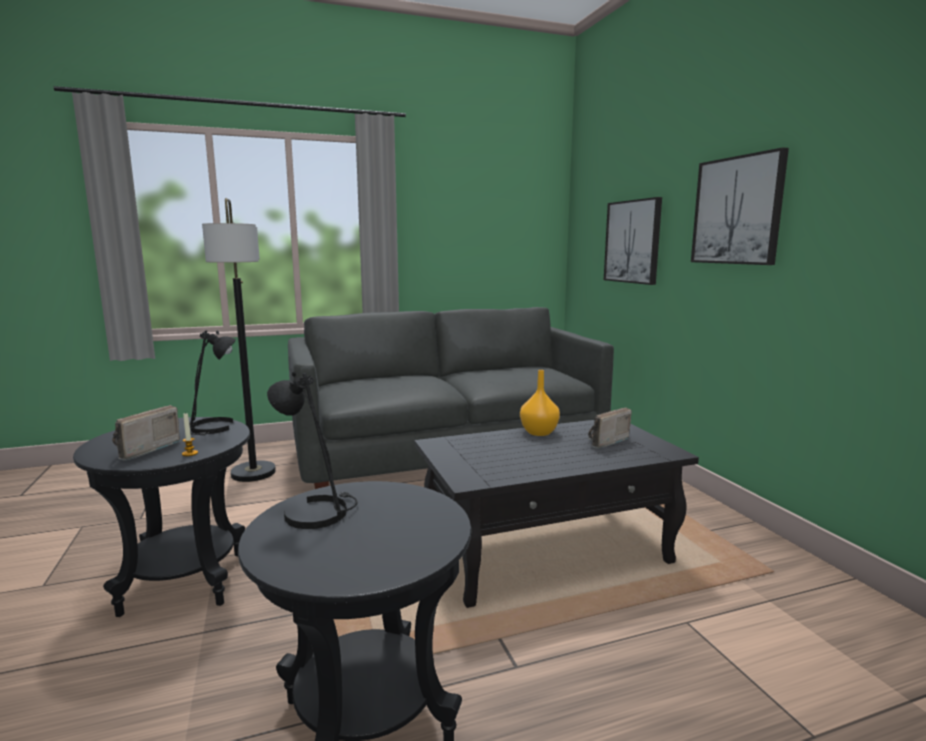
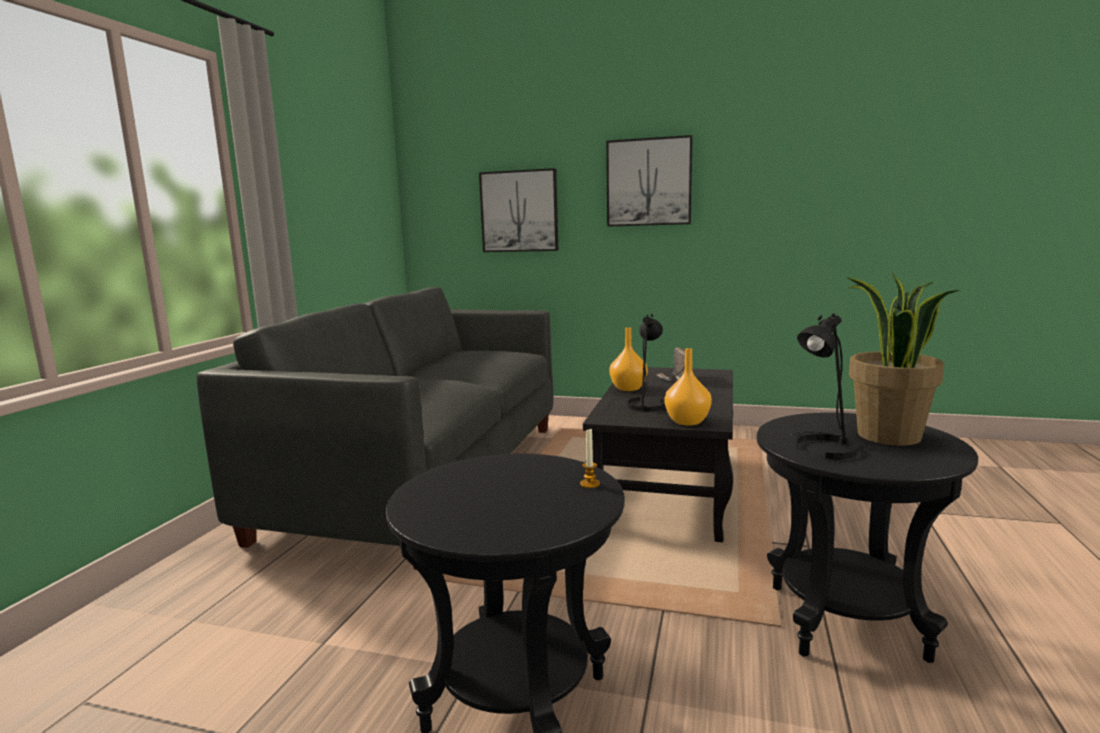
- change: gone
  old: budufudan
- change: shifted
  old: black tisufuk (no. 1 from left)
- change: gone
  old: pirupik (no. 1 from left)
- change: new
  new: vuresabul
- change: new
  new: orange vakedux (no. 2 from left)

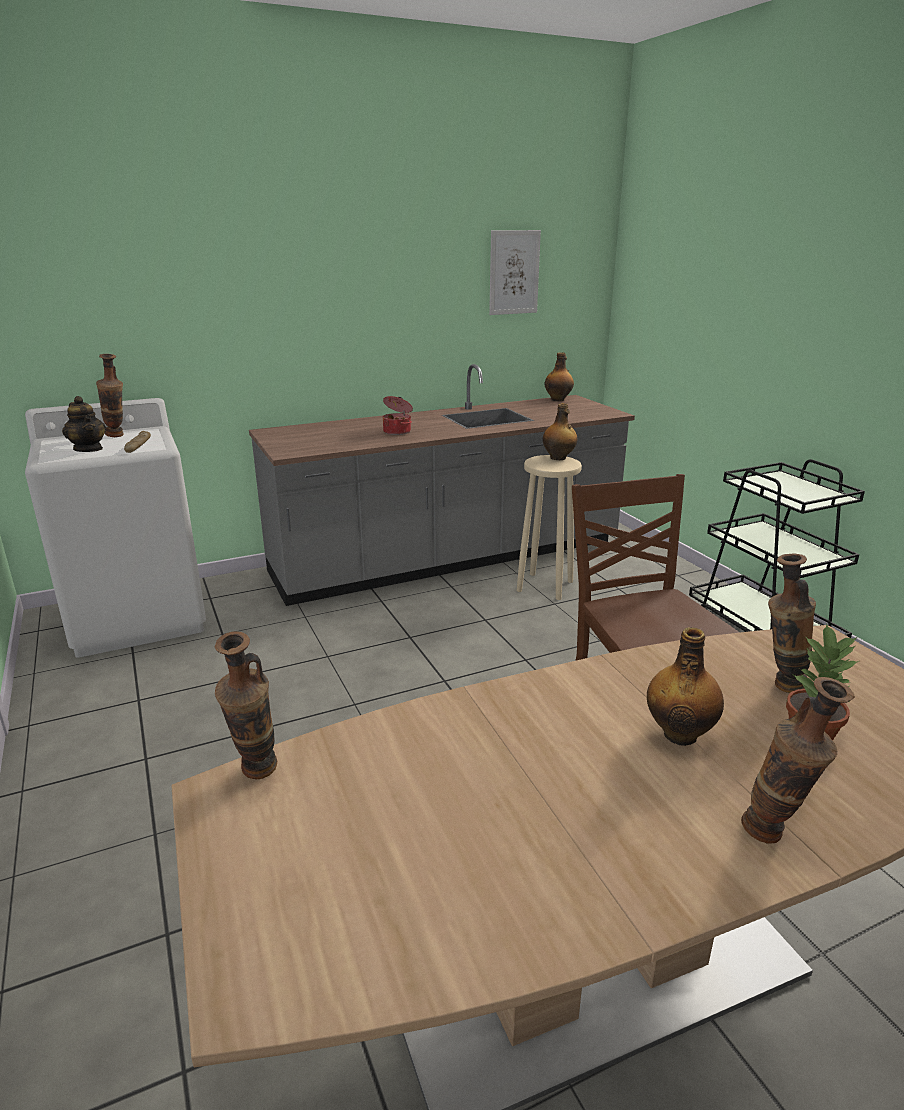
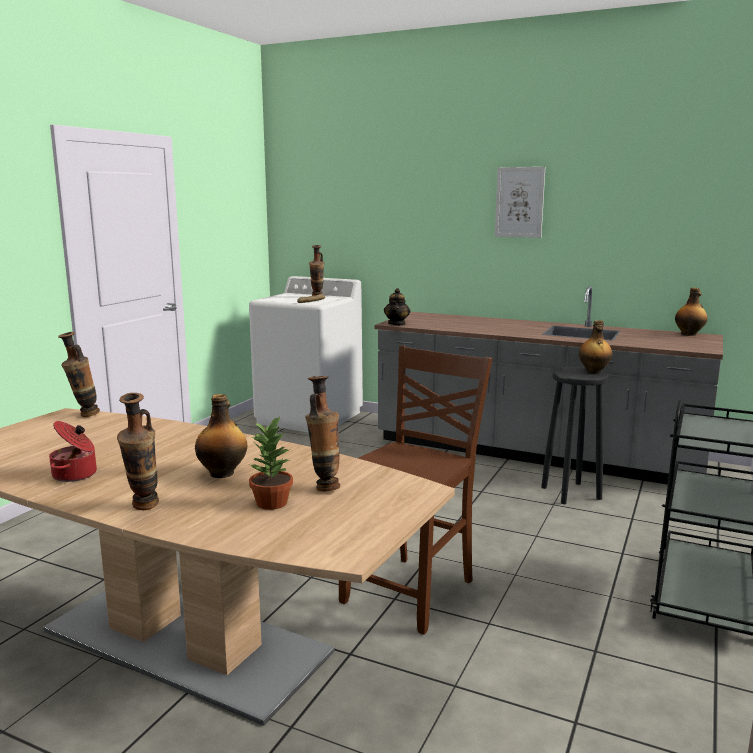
- change: shifted
  old: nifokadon
- change: shifted
  old: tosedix
- change: shifted
  old: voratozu
- change: repainted
  old: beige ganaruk
  new: black ganaruk

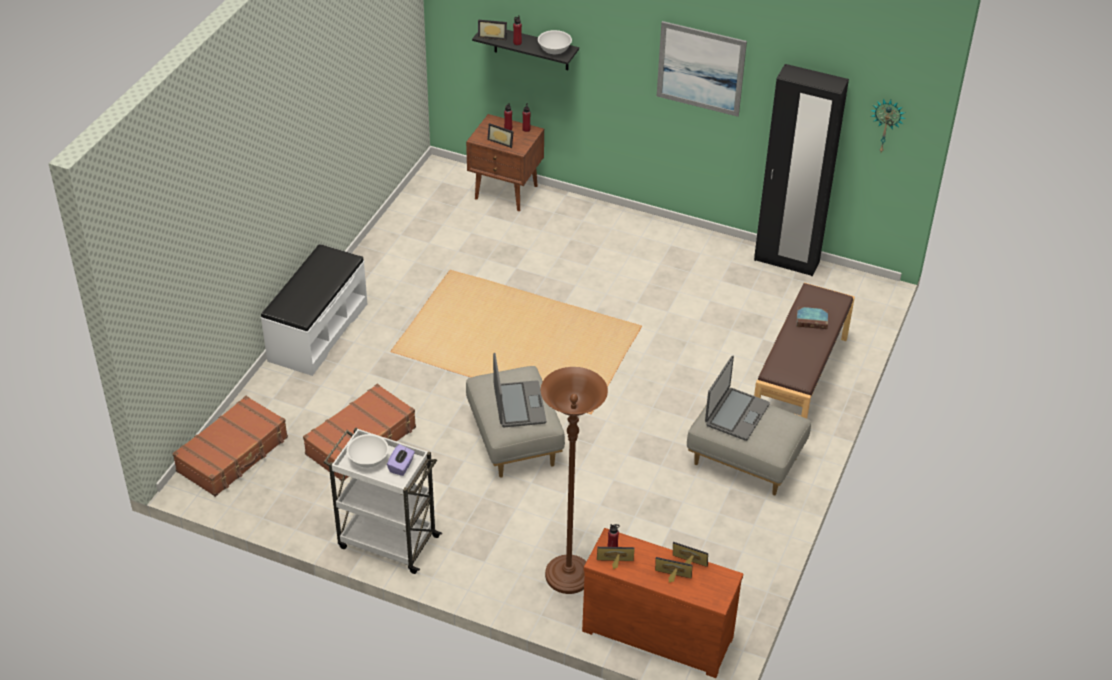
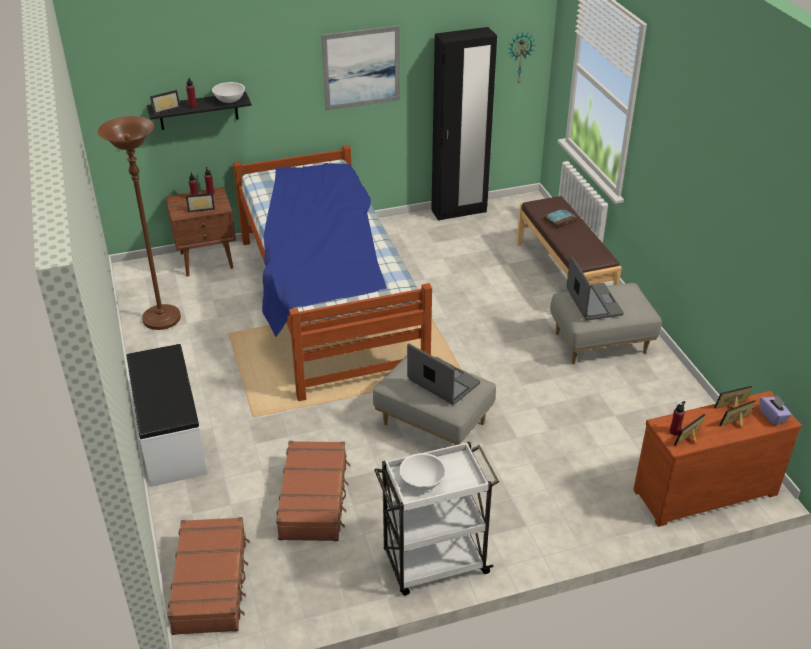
- change: shifted
  old: brown budufudan
- change: shifted
  old: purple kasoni
- change: new
  new: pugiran

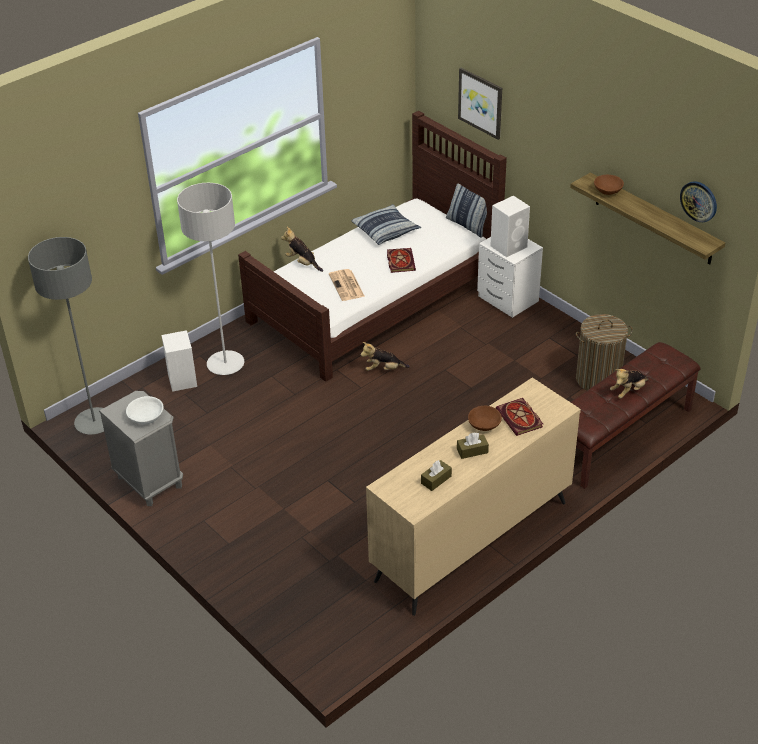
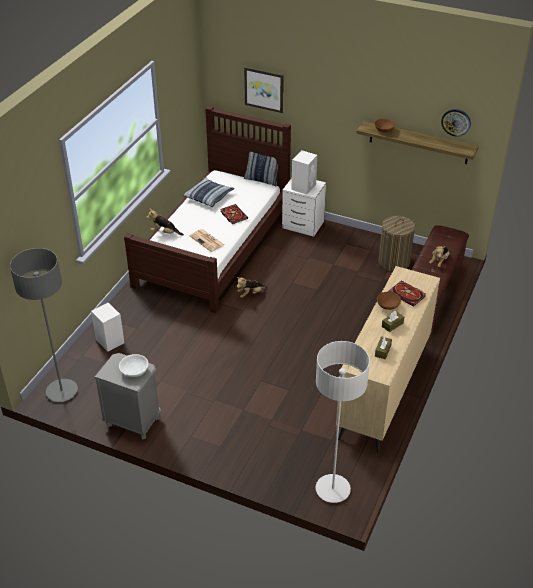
- change: shifted
  old: grey budufudan (no. 2 from left)

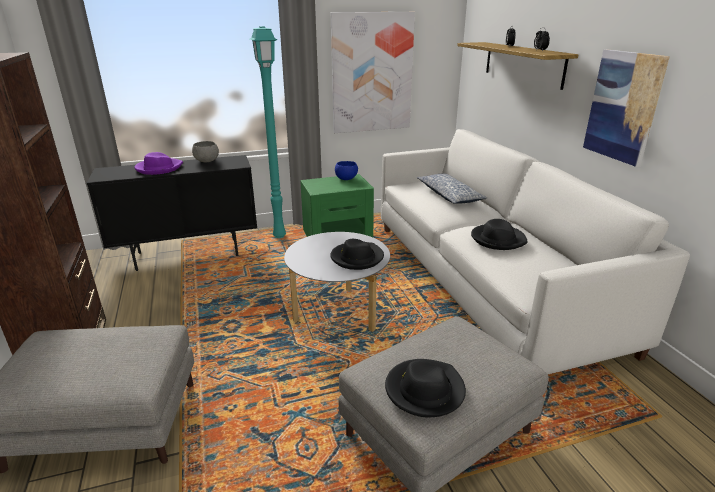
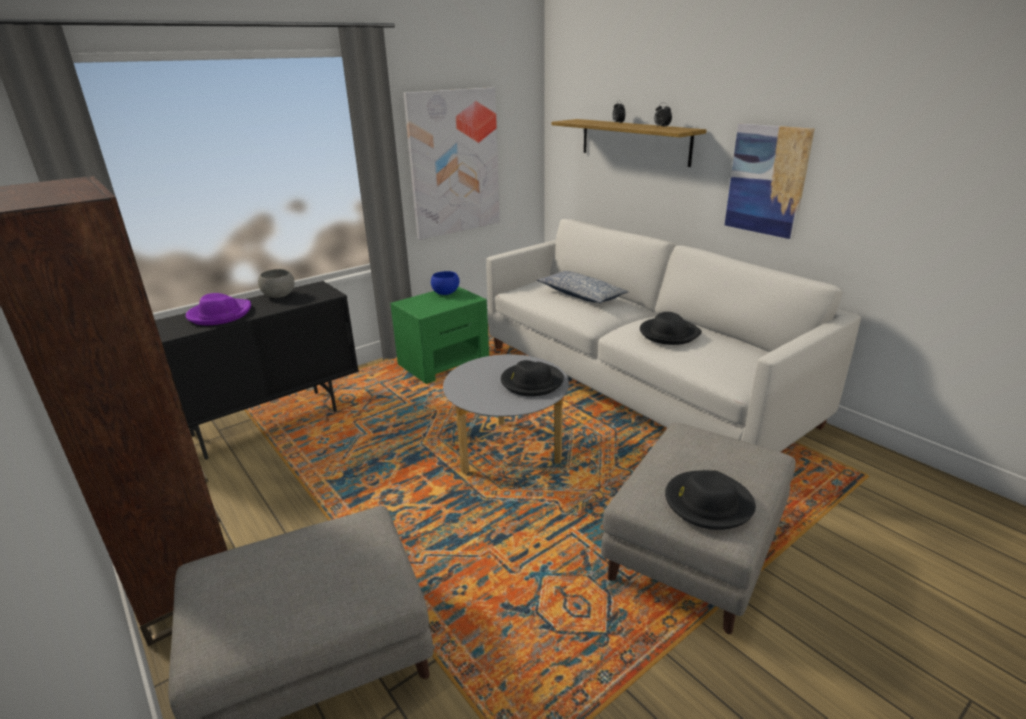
- change: gone
  old: turquoise budufudan

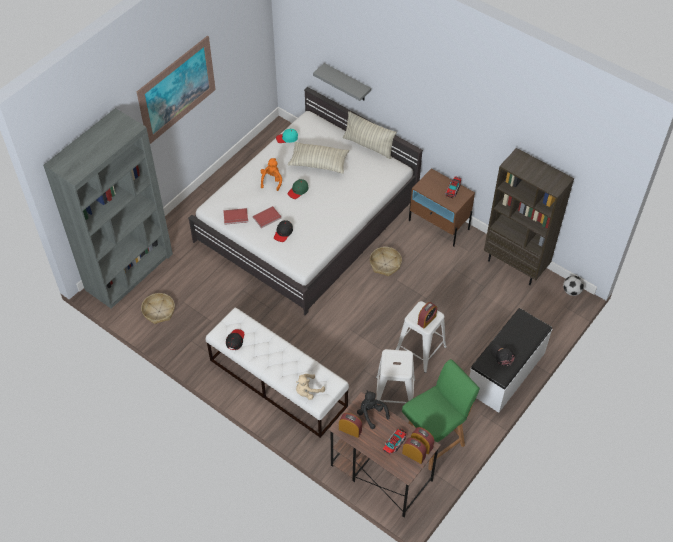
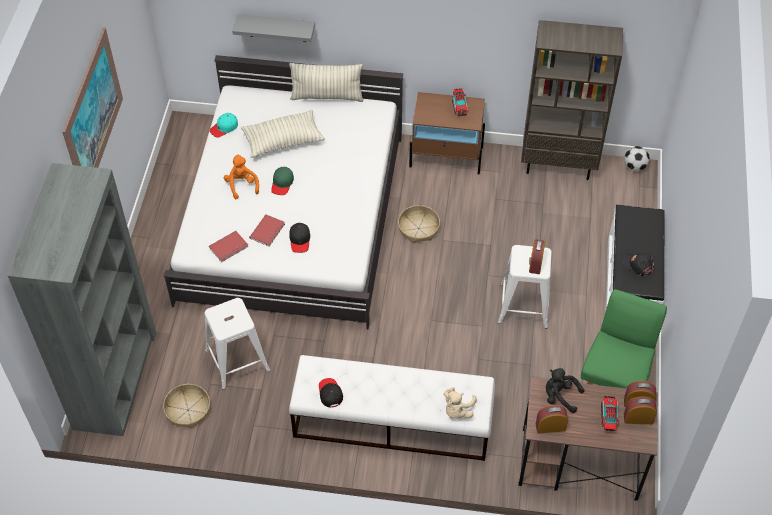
- change: shifted
  old: white ganaruk (no. 1 from left)

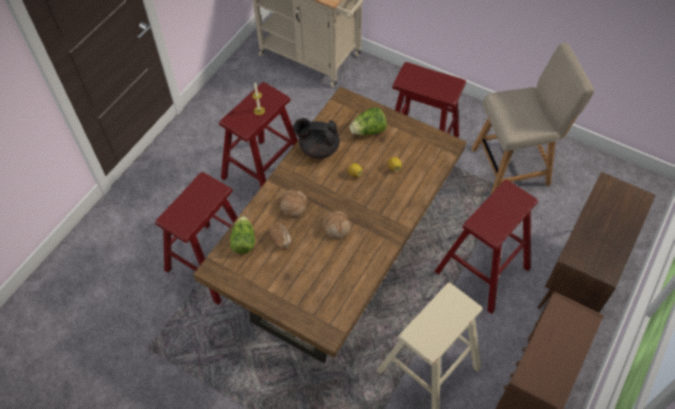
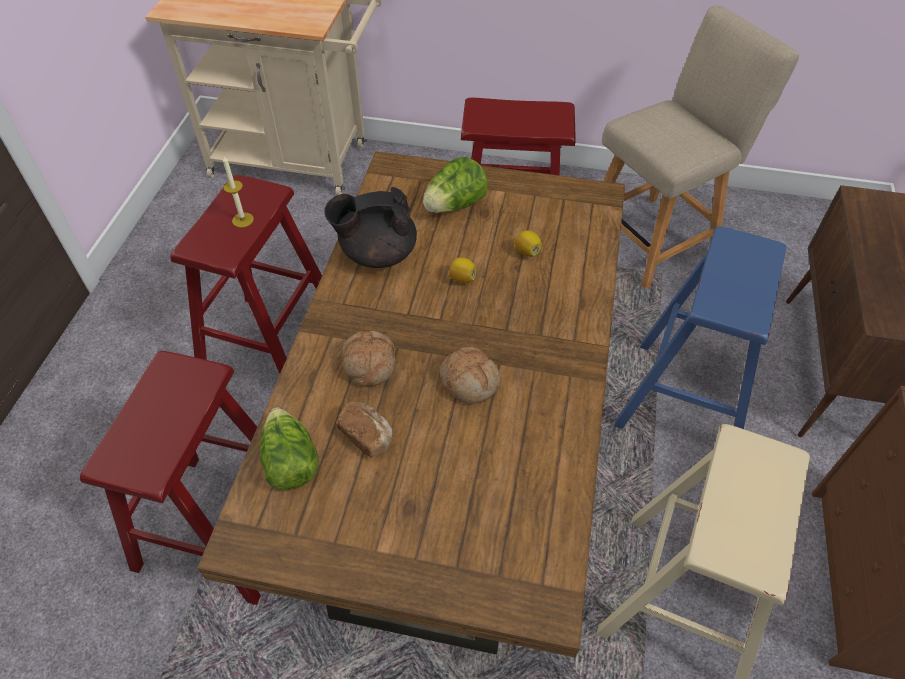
- change: repainted
  old: red ganaruk (no. 4 from left)
  new: blue ganaruk

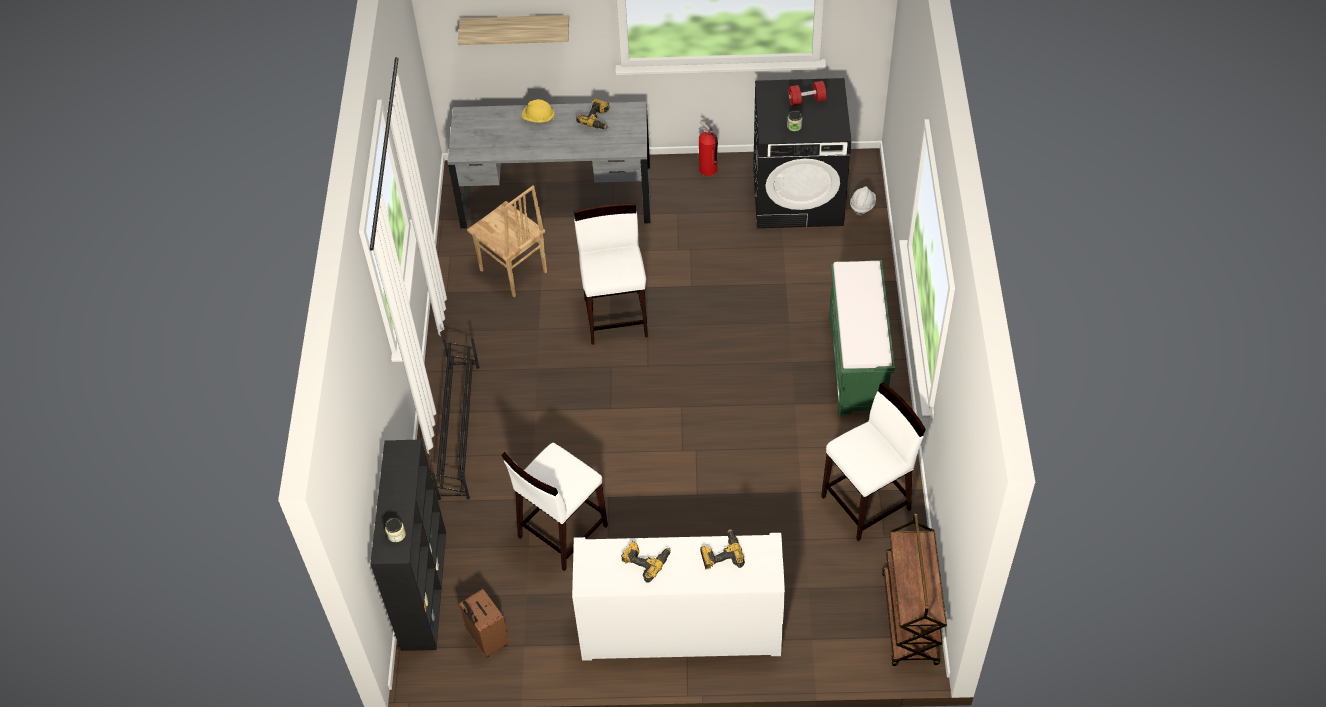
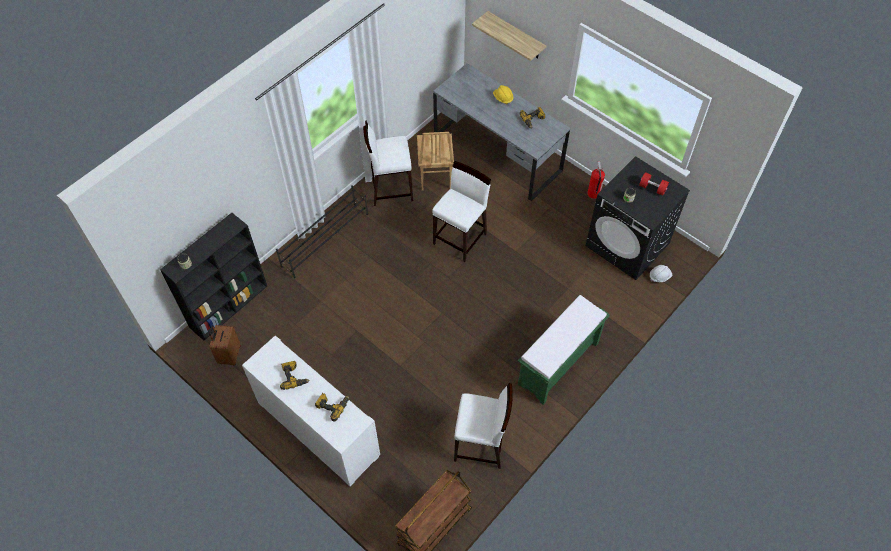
- change: shifted
  old: white ganaruk (no. 1 from left)

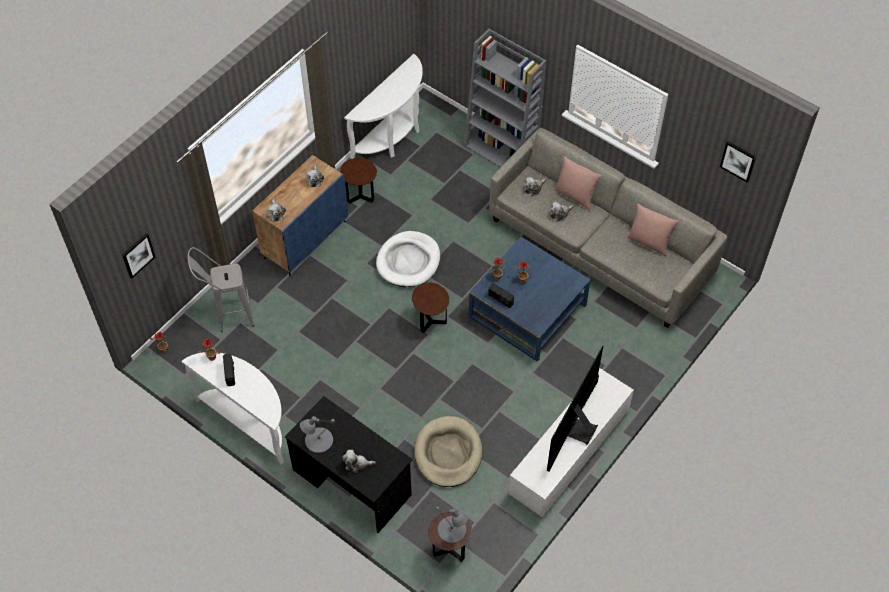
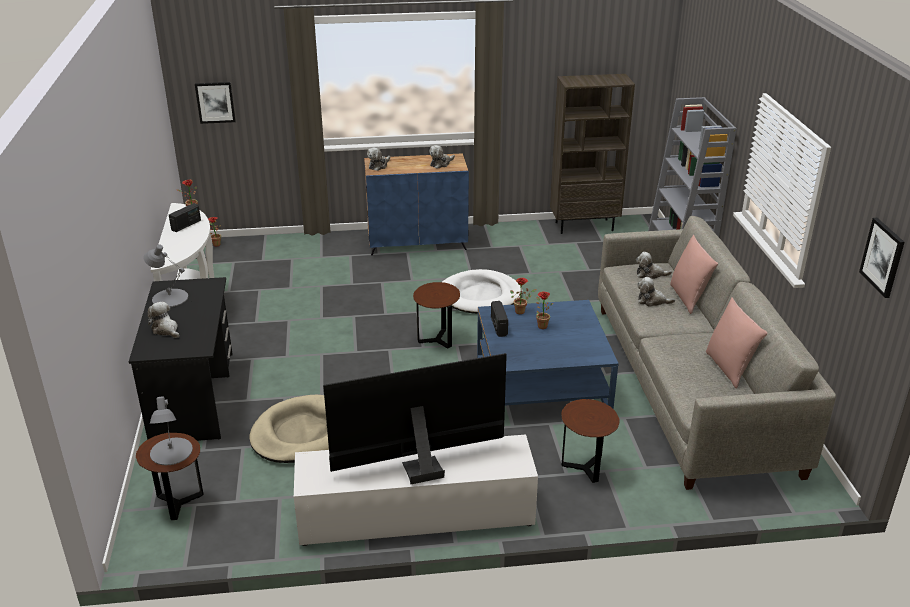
- change: swapped
  old: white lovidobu (no. 2 from left)
  new: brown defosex
- change: shifted
  old: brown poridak (no. 1 from left in the first image)
  new: brown poridak (no. 3 from left)
- change: gone
  old: grey ganaruk

